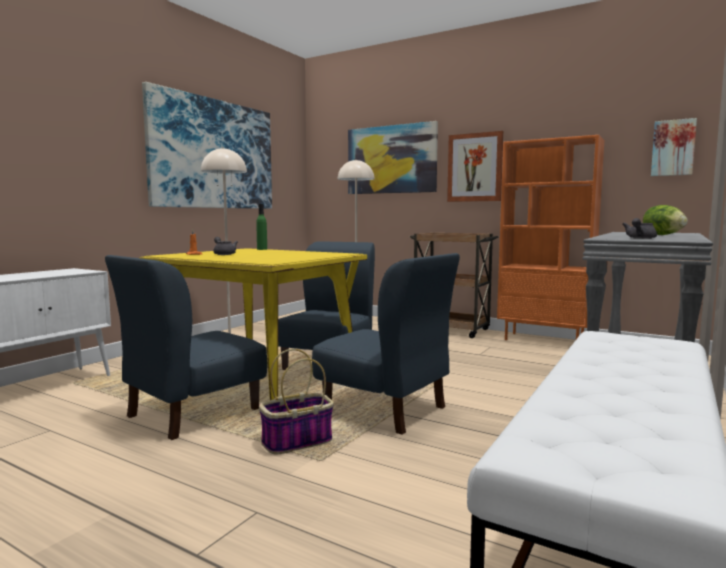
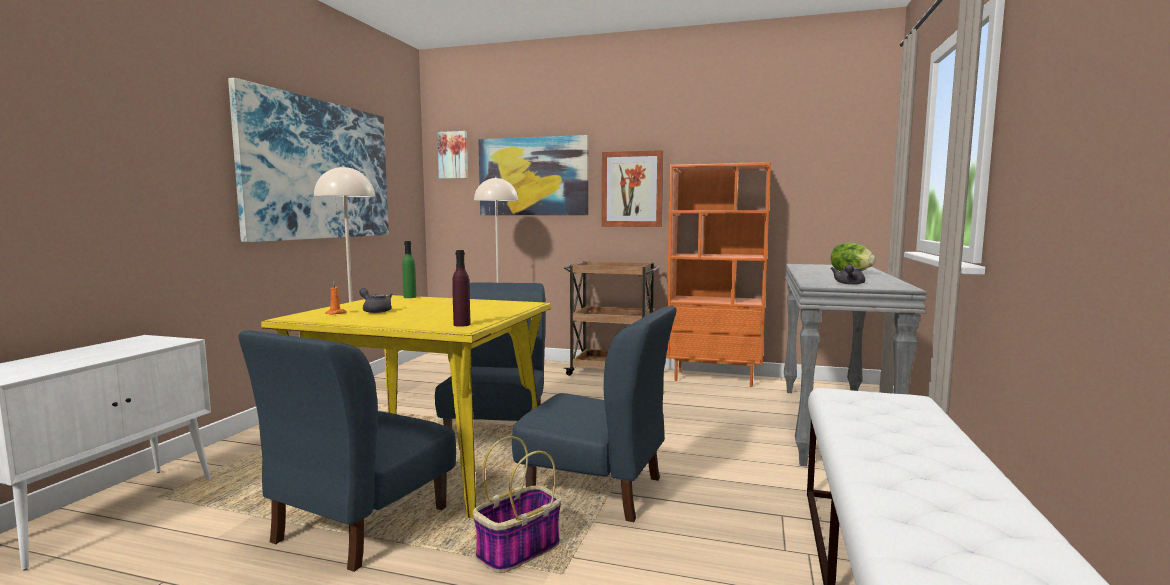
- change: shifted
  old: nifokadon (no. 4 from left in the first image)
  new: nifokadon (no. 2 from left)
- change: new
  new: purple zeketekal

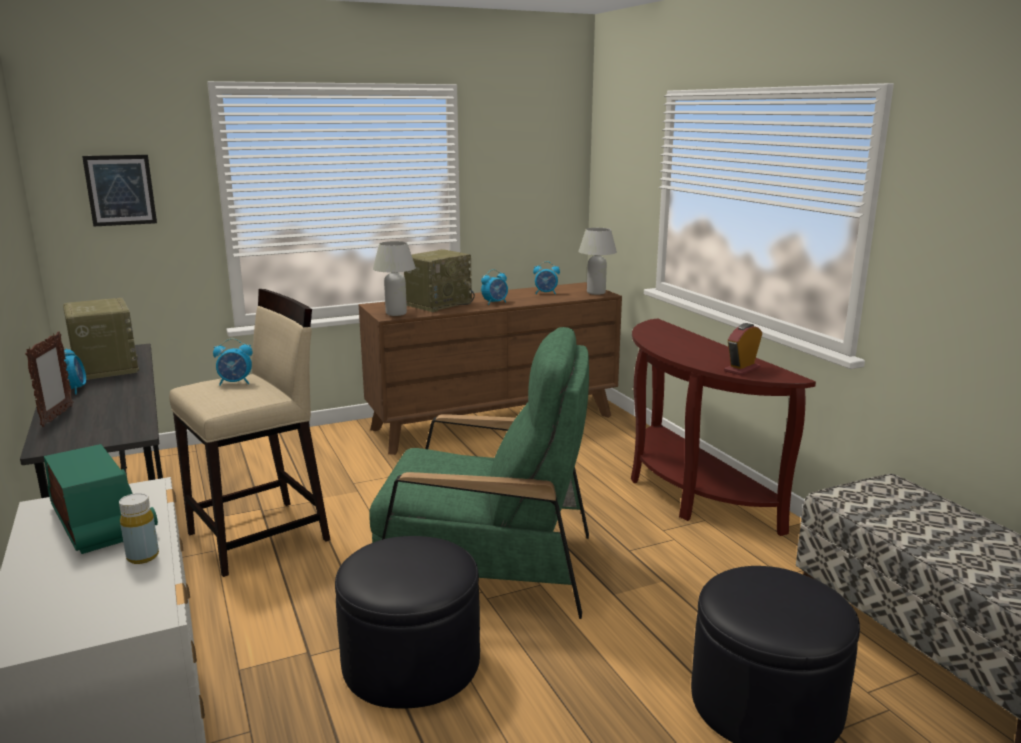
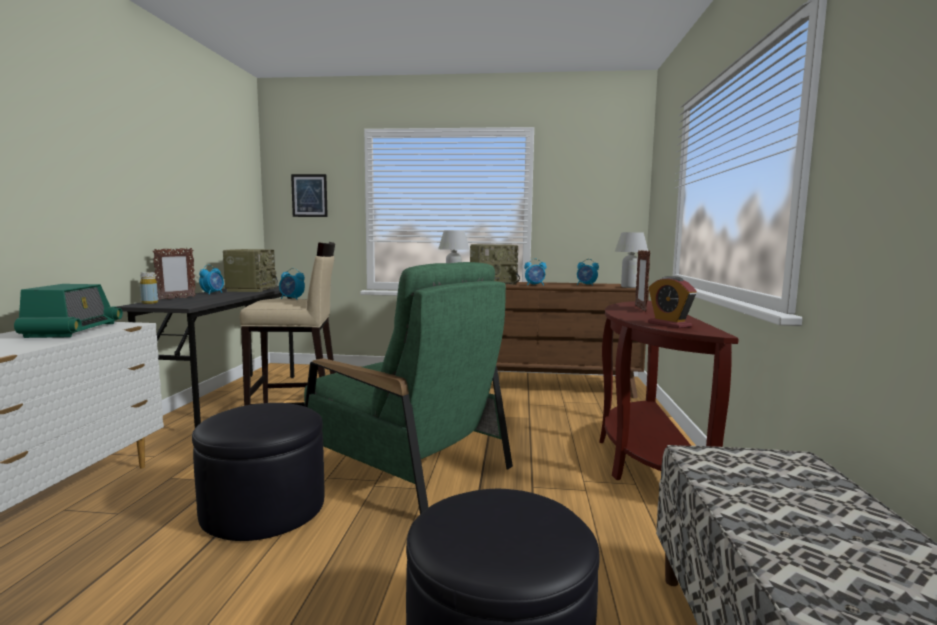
- change: rotated
  old: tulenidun (no. 5 from left)
  degrees: -105
- change: shifted
  old: yellow zeketekal
- change: new
  new: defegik (no. 2 from left)

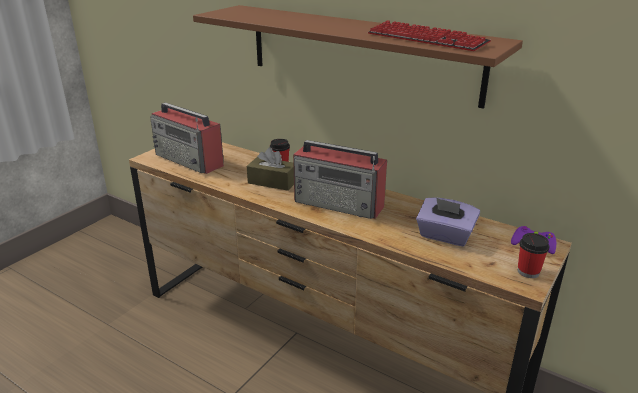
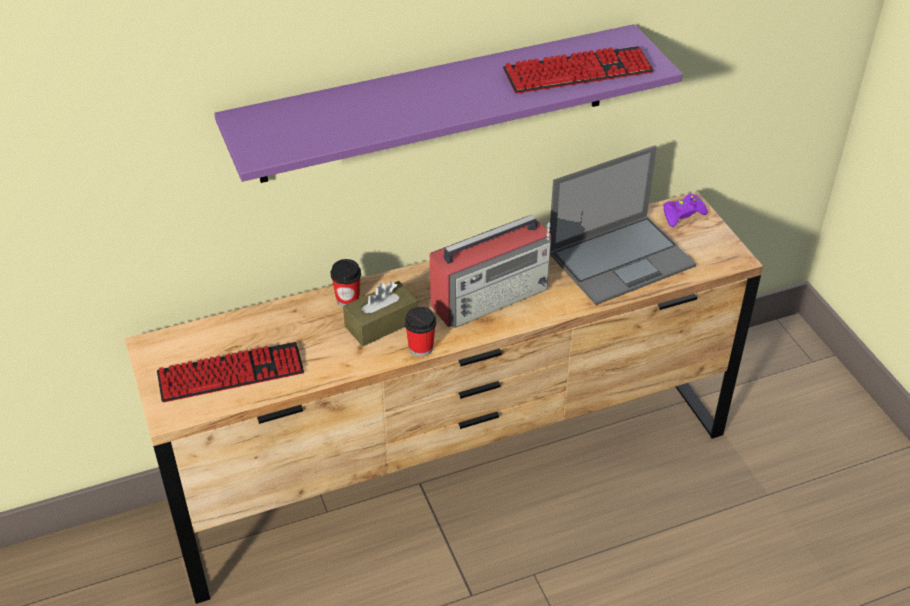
- change: repainted
  old: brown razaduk
  new: purple razaduk
- change: swapped
  old: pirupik (no. 1 from left)
  new: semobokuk (no. 1 from left)
- change: swapped
  old: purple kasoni
  new: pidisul
- change: shifted
  old: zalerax (no. 2 from left)

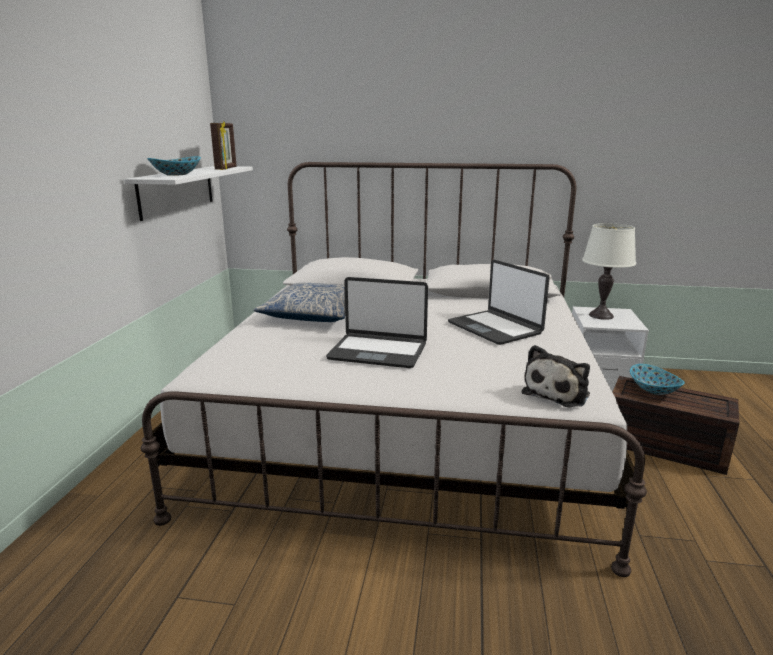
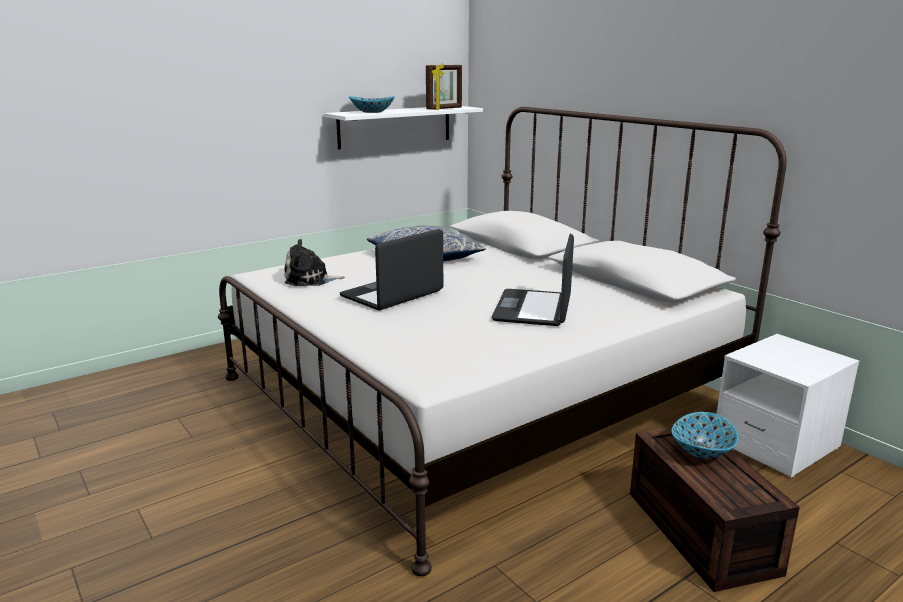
- change: gone
  old: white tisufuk
- change: rotated
  old: pidisul (no. 1 from left)
  degrees: 75
- change: shifted
  old: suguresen

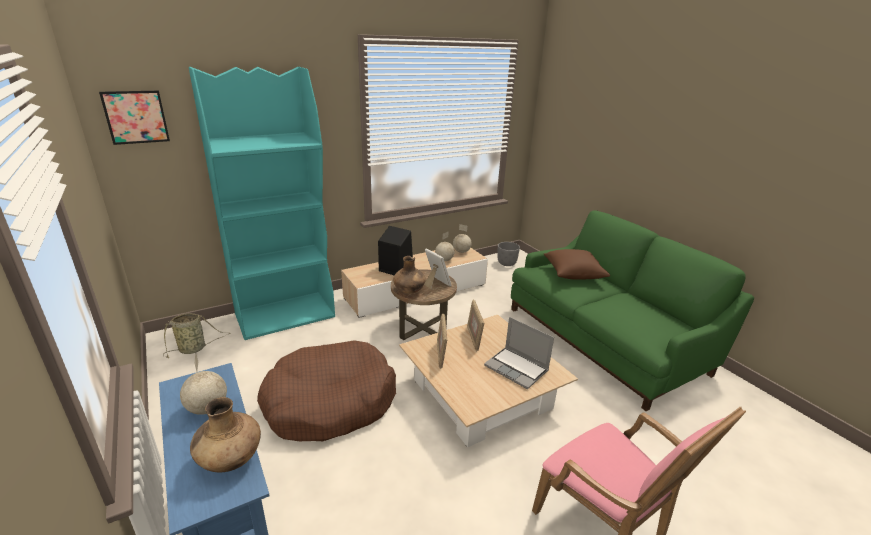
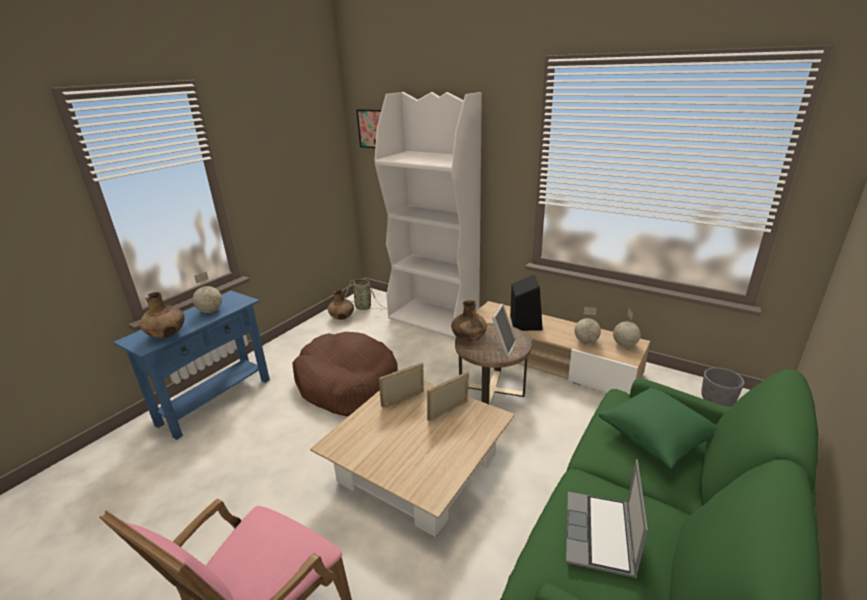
- change: repainted
  old: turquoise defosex
  new: white defosex
- change: repainted
  old: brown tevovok
  new: green tevovok
- change: shifted
  old: pidisul
- change: new
  new: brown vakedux (no. 2 from left)

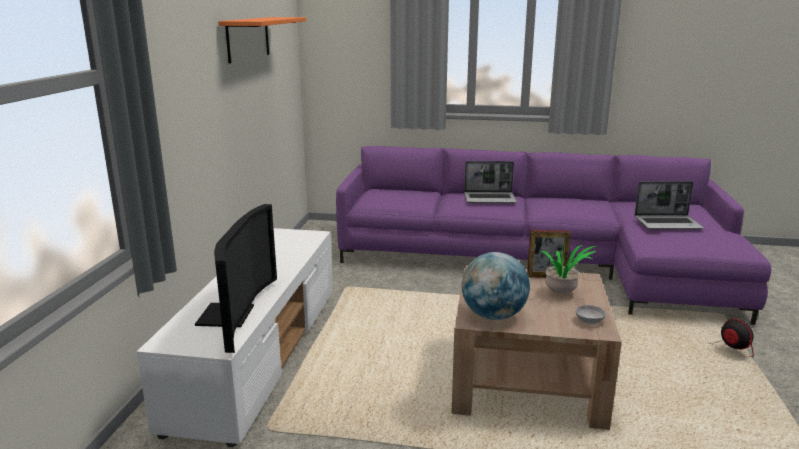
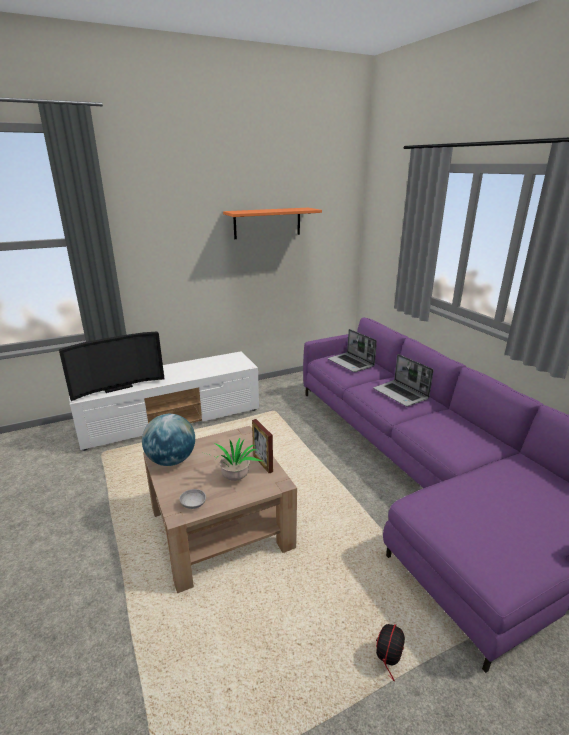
- change: shifted
  old: pidisul (no. 2 from left in the first image)
  new: pidisul (no. 1 from left)

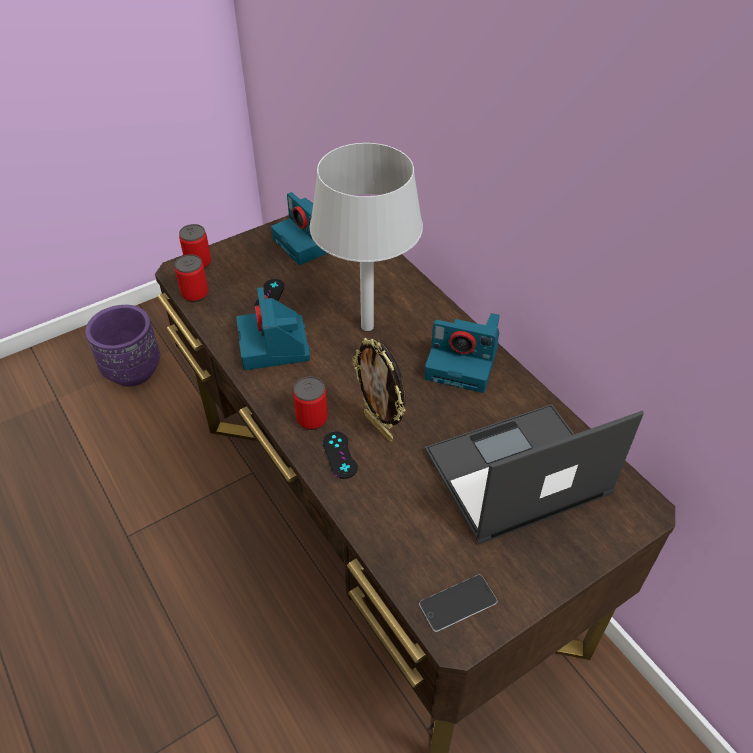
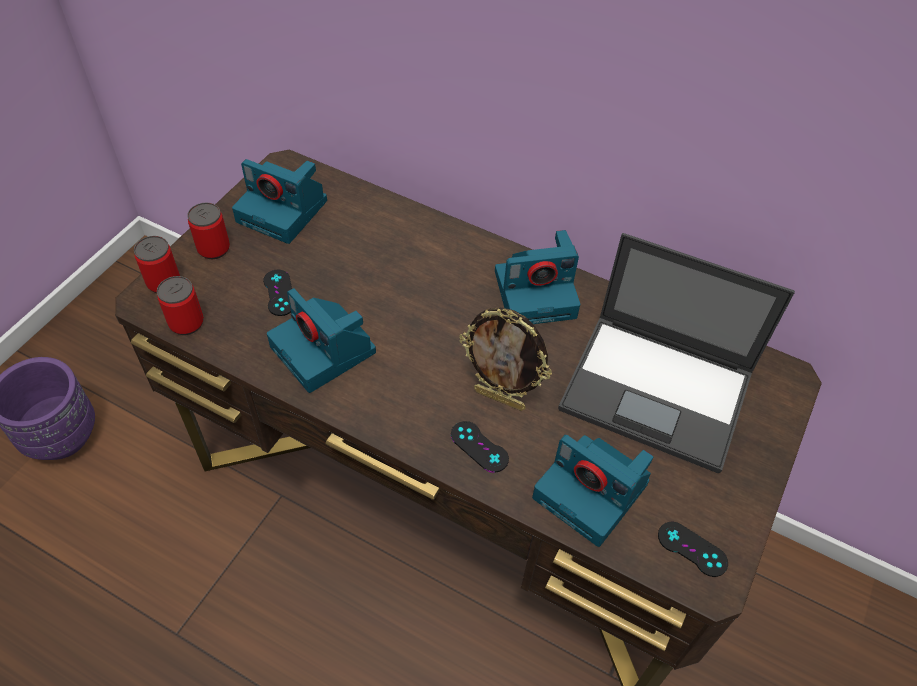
- change: gone
  old: grey tisufuk
- change: shifted
  old: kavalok (no. 3 from left)
- change: rotated
  old: pidisul
  degrees: -105
- change: swapped
  old: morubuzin
  new: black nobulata (no. 3 from left)
- change: new
  new: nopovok (no. 4 from left)

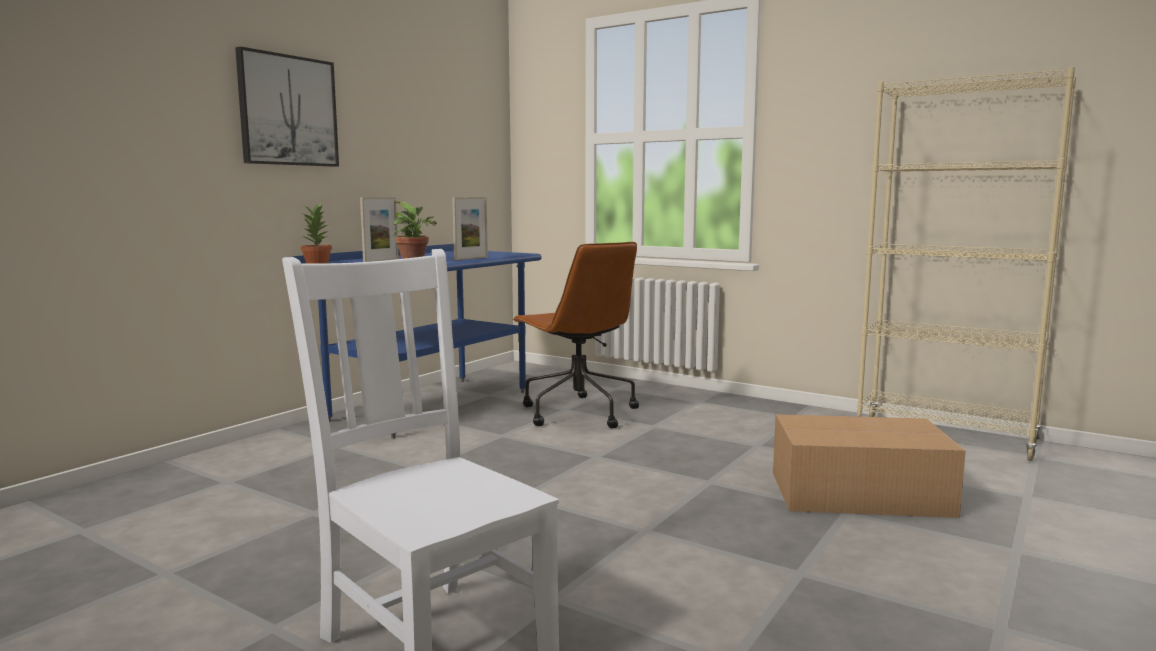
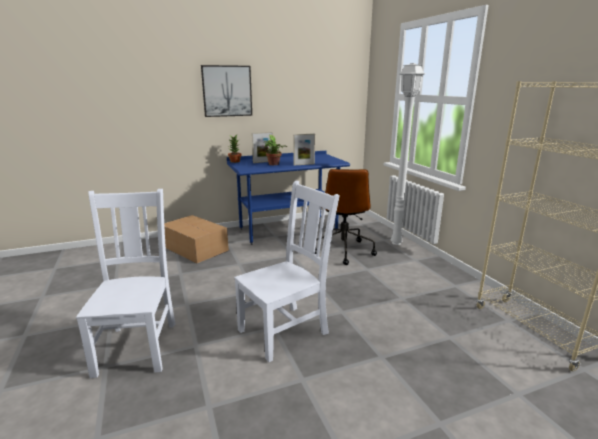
- change: shifted
  old: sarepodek
- change: new
  new: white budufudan
- change: new
  new: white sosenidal (no. 2 from left)

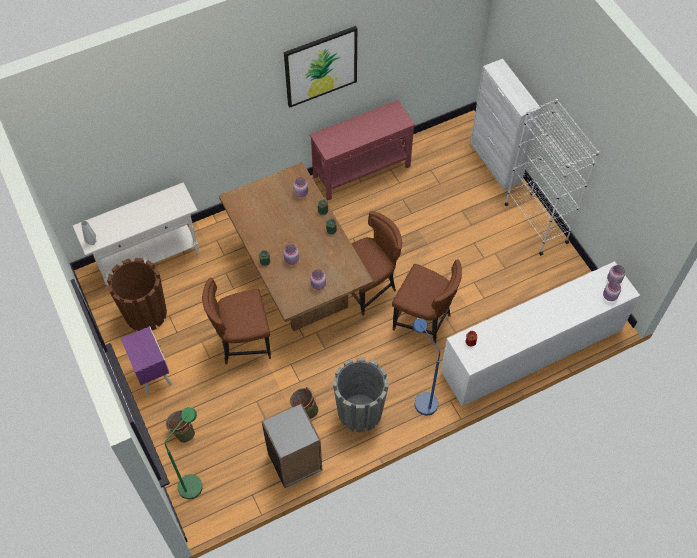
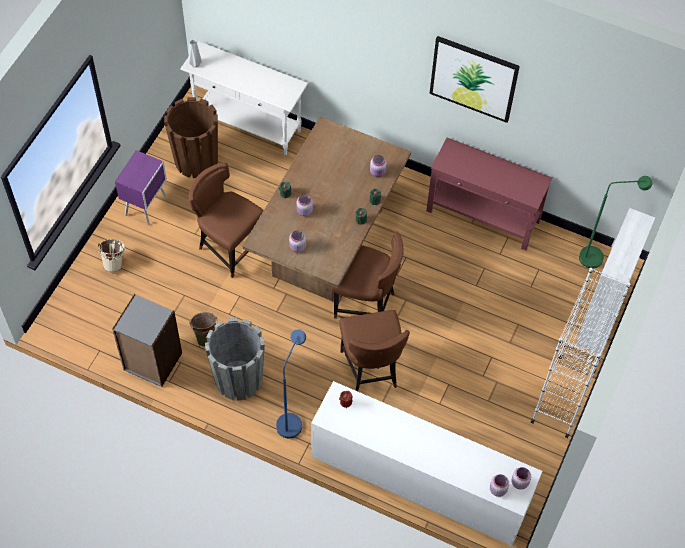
- change: shifted
  old: green budufudan
- change: repainted
  old: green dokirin (no. 1 from left)
  new: beige dokirin

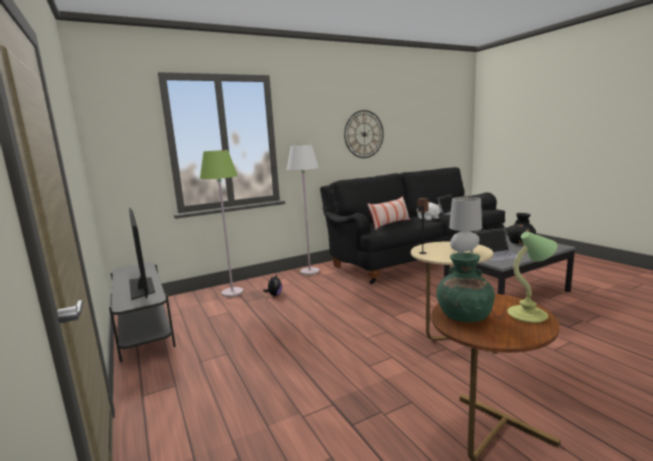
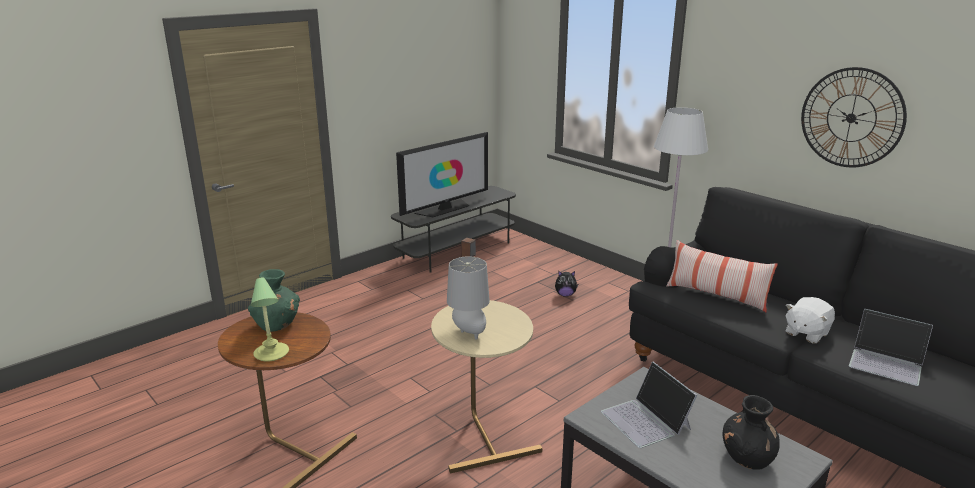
- change: gone
  old: green budufudan

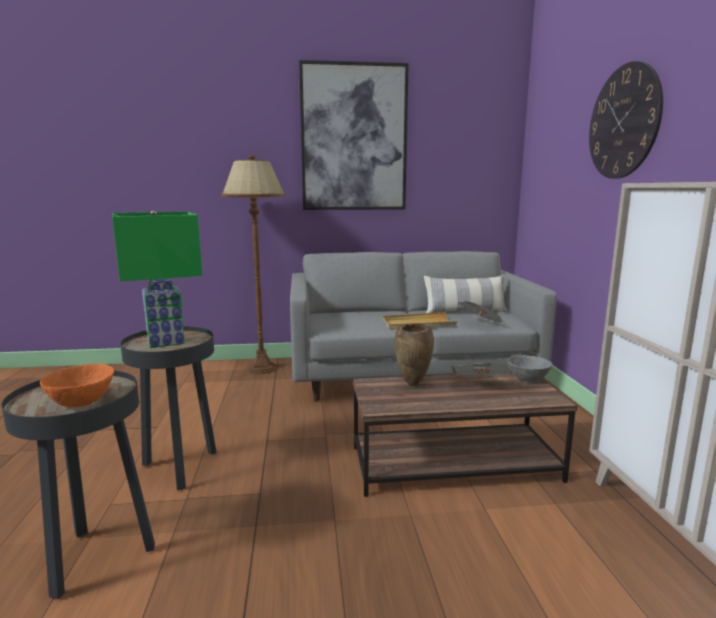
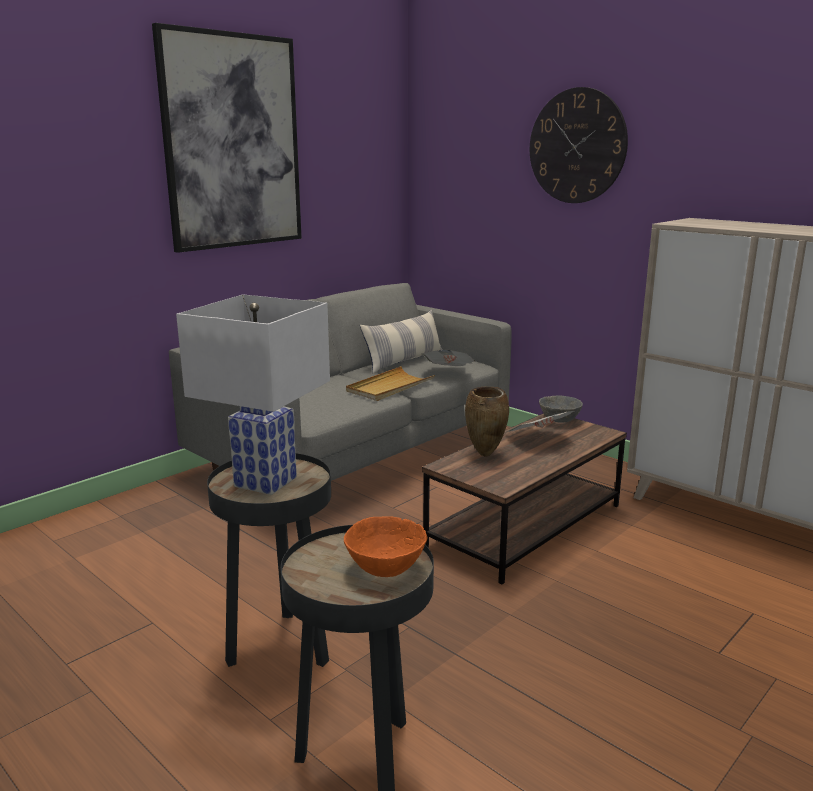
- change: gone
  old: brown budufudan
- change: repainted
  old: green tisufuk
  new: white tisufuk

